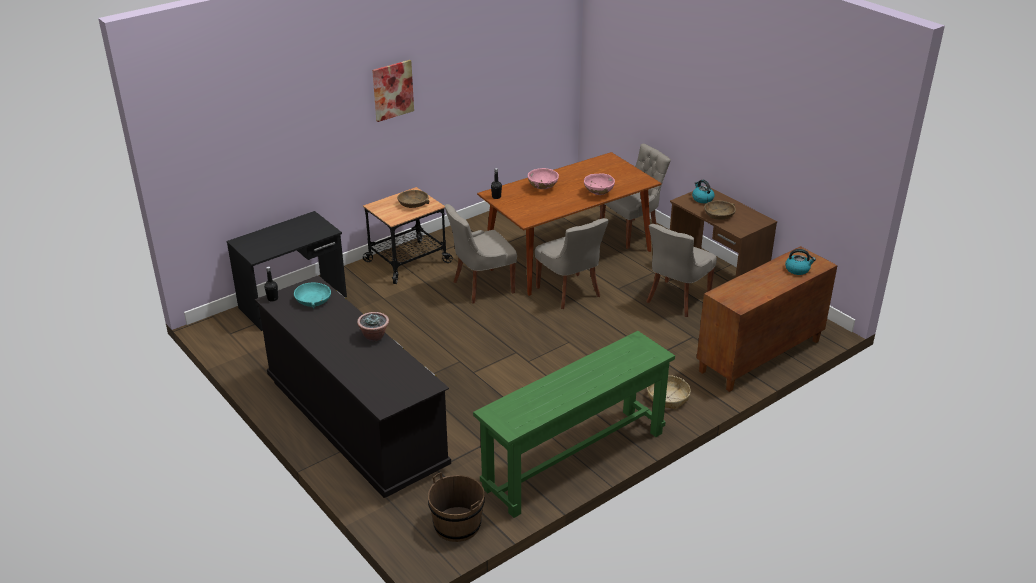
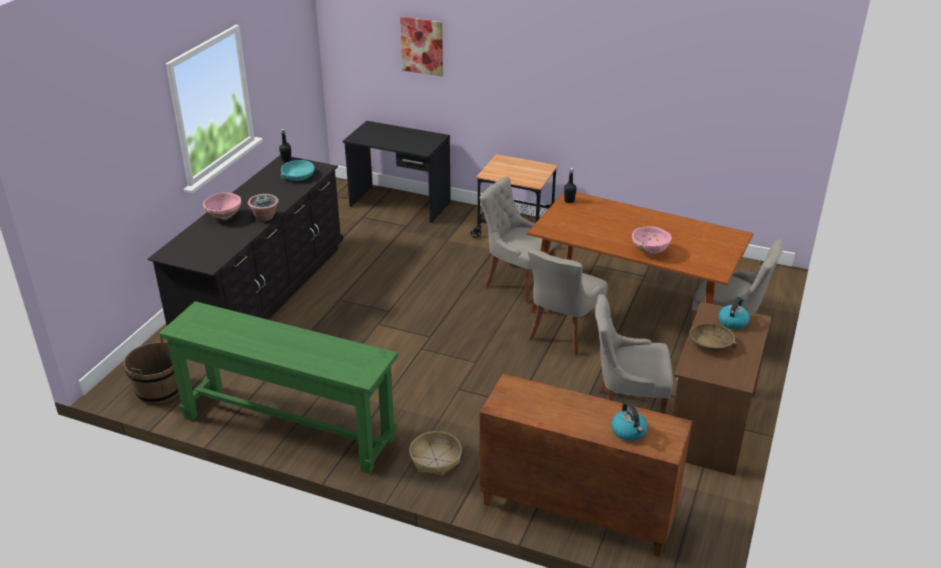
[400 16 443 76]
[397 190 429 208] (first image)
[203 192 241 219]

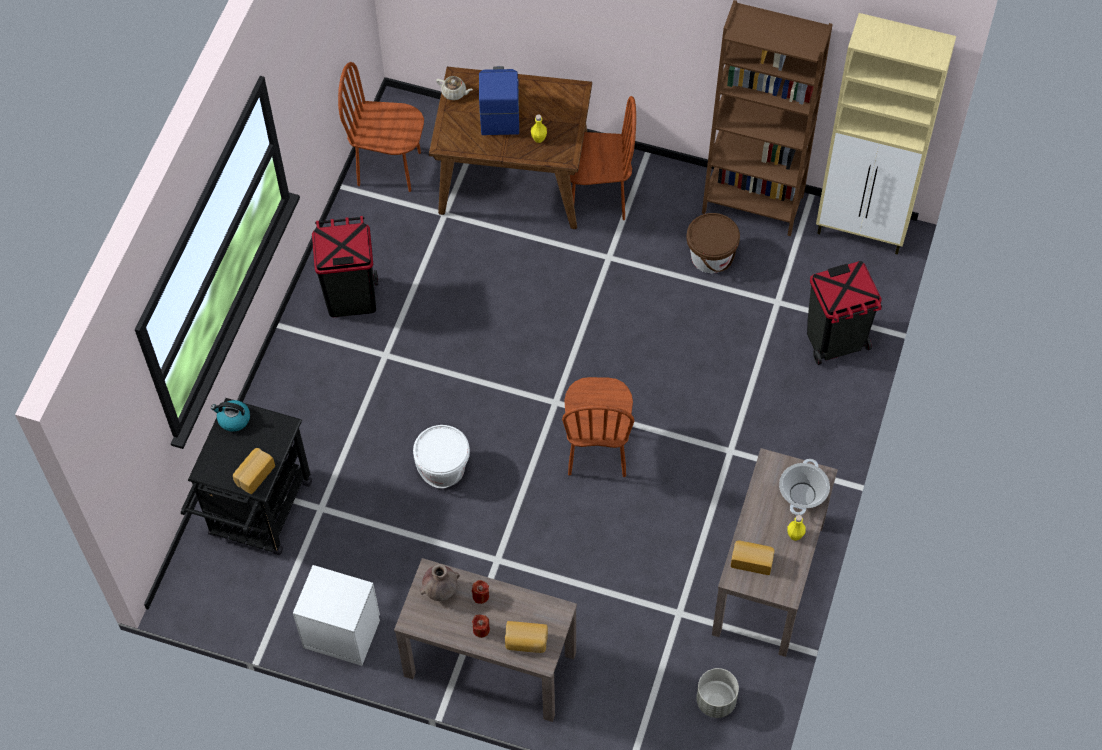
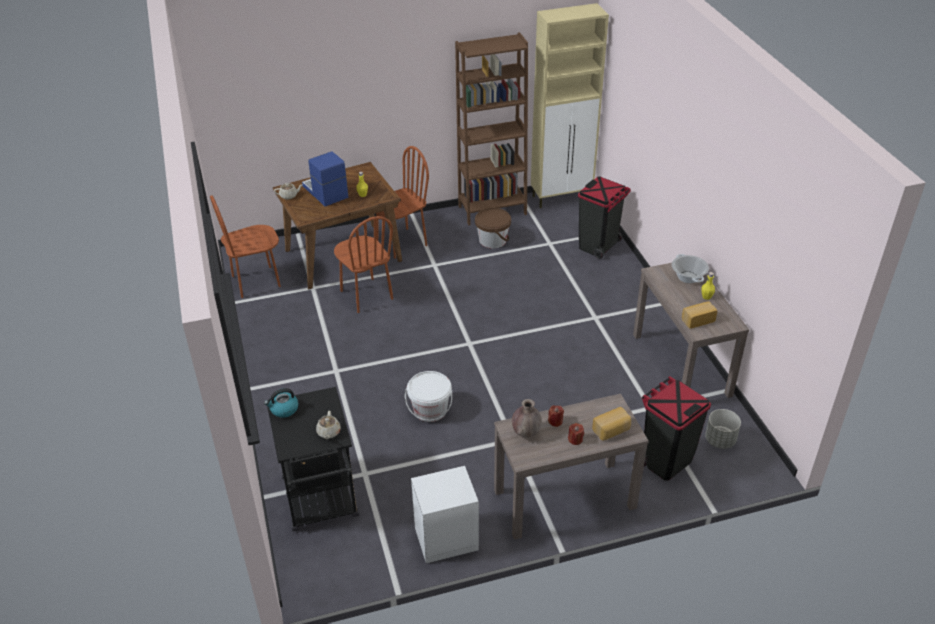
[316 411 341 439]
[642 376 711 481]
[334 216 393 313]

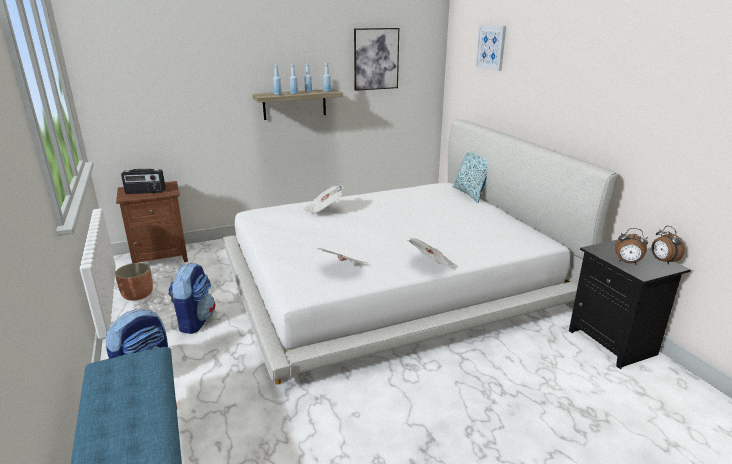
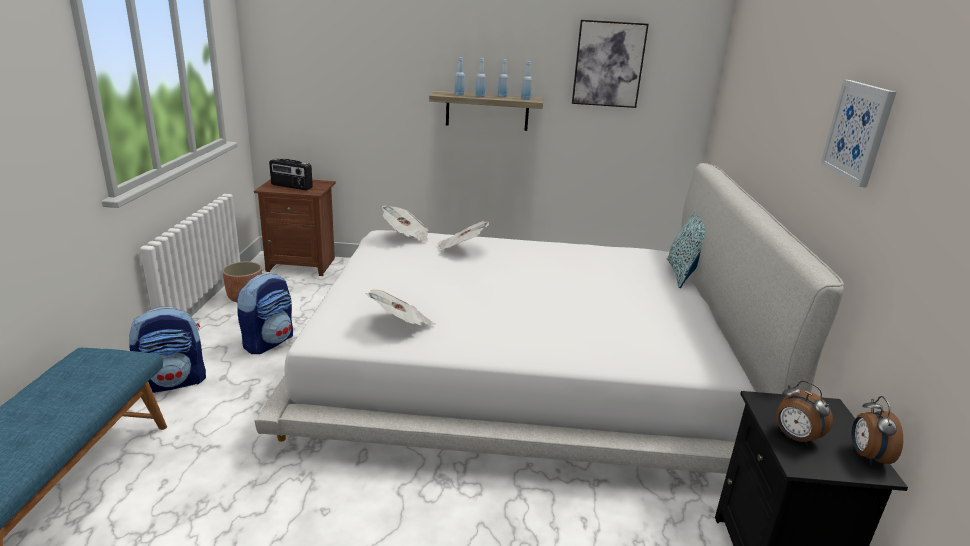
[382 205 428 242]
[820 80 896 187]

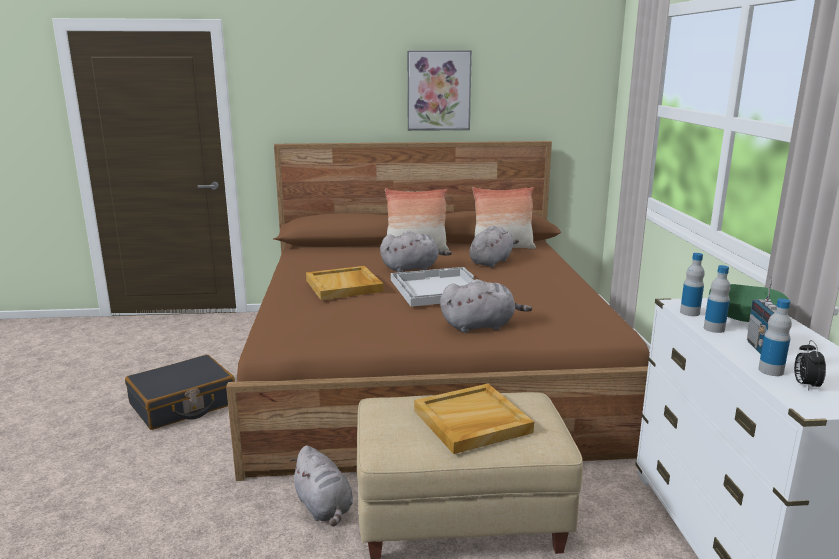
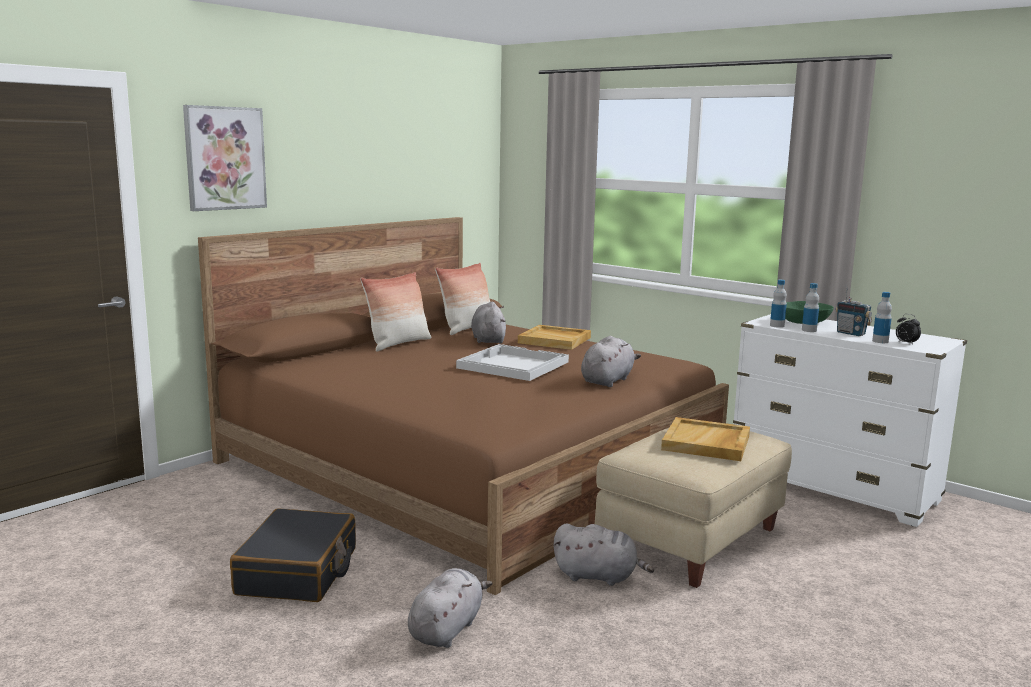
[518 325 591 350]
[408 568 493 648]
[183 105 267 211]

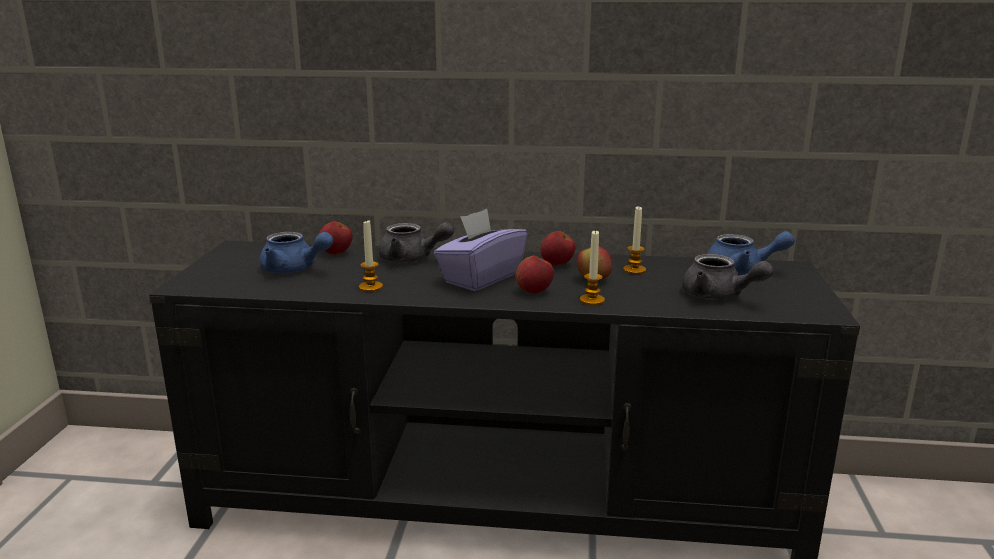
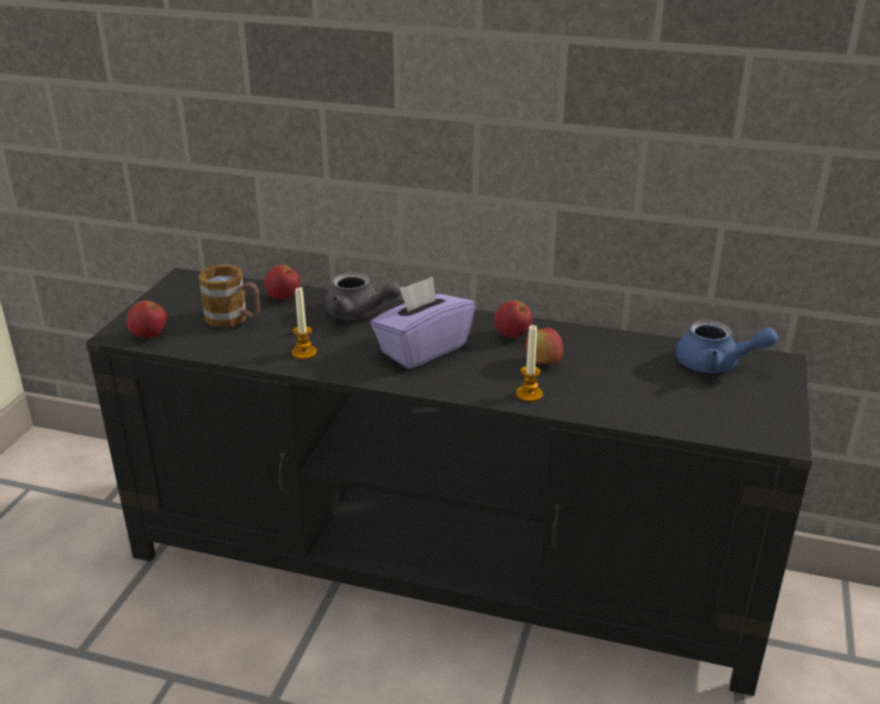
[198 265 260 327]
[126 301 167 339]
[623 206 646 274] (first image)
[682 254 773 300] (first image)

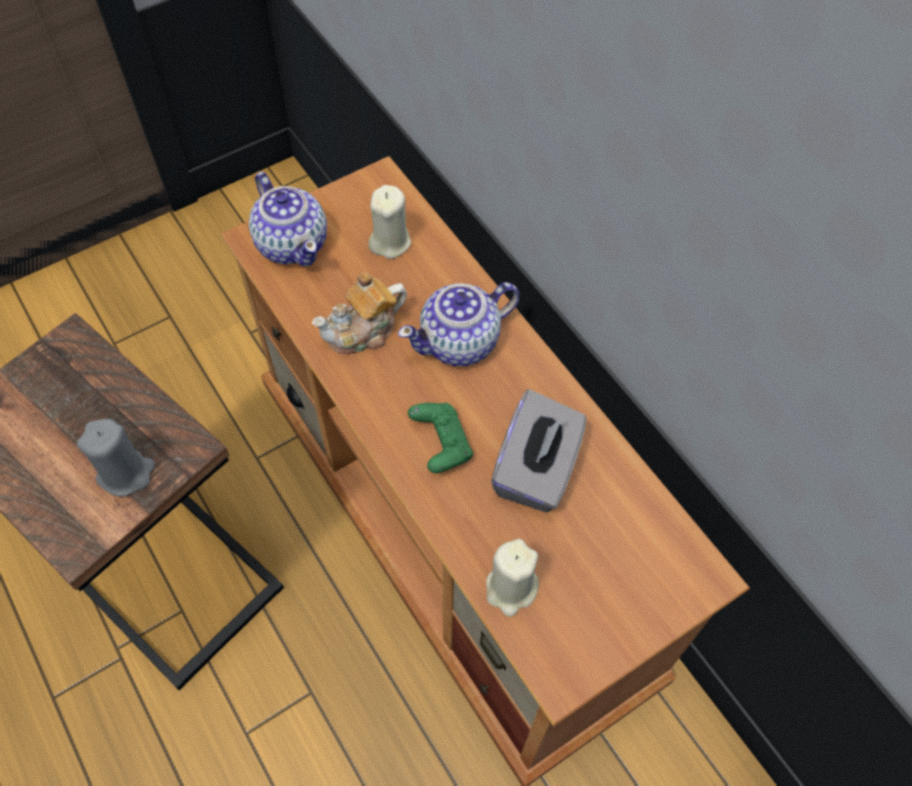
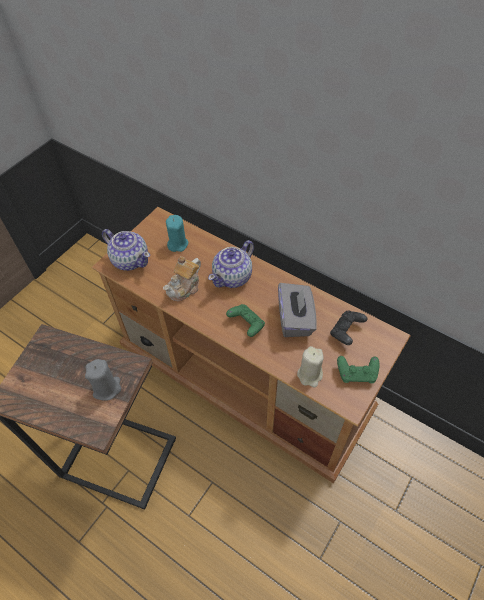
[166 215 188 252]
[330 310 367 345]
[337 356 379 383]

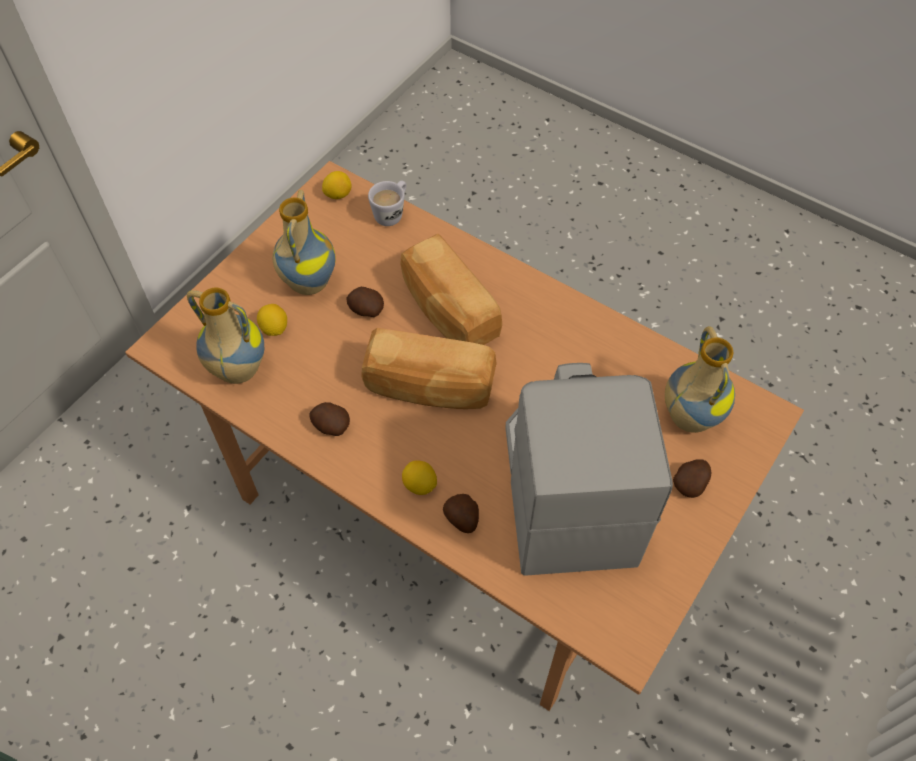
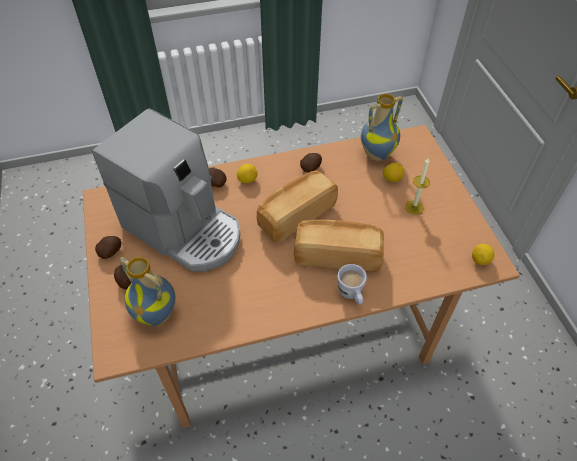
[405 157 430 215]
[95 236 121 259]
[337 264 367 304]

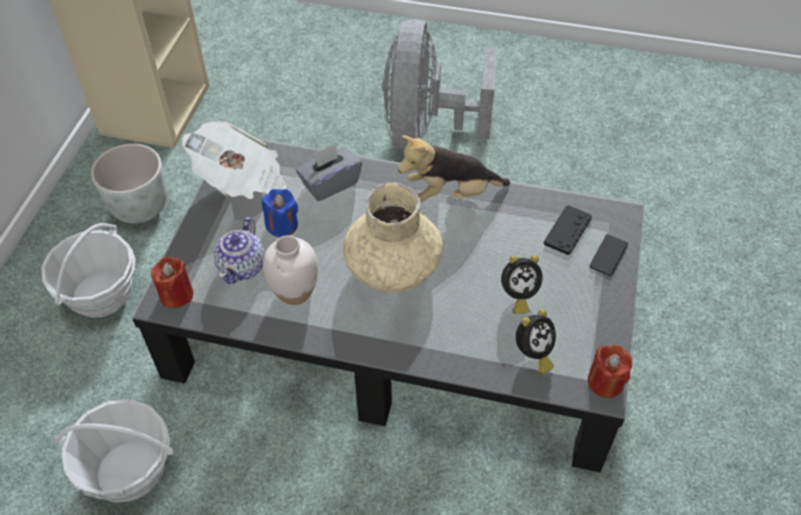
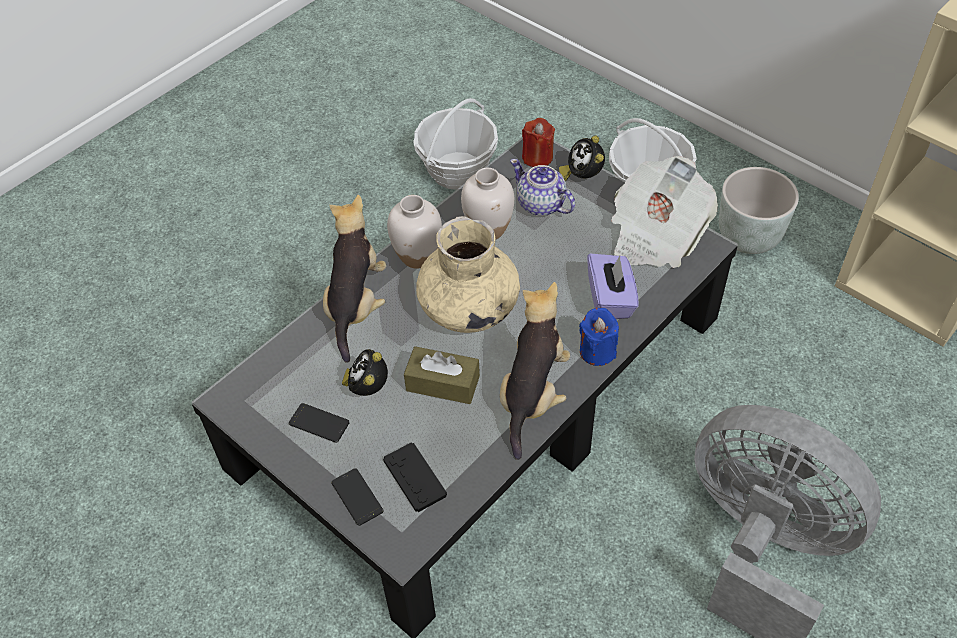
[579 308 619 366]
[587 254 639 319]
[559 135 605 181]
[588 345 632 398] (first image)
[289 403 350 443]
[323 195 386 363]
[387 195 442 269]
[404 346 480 404]

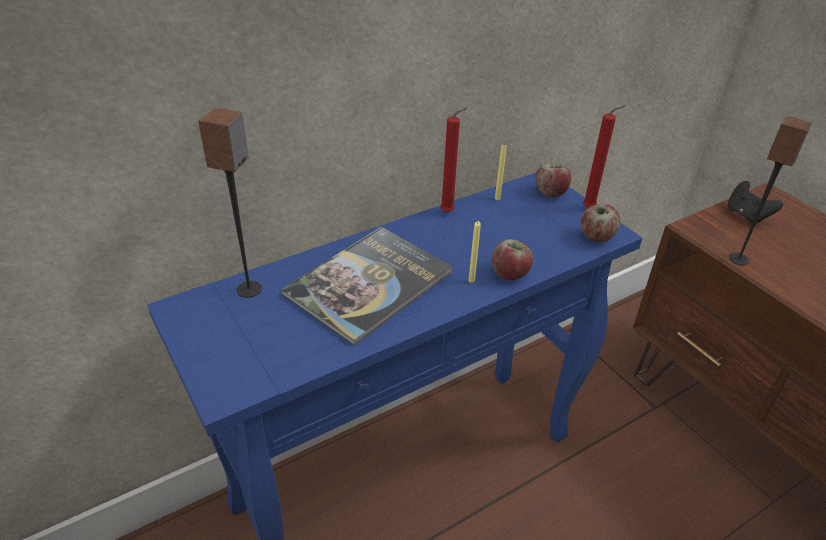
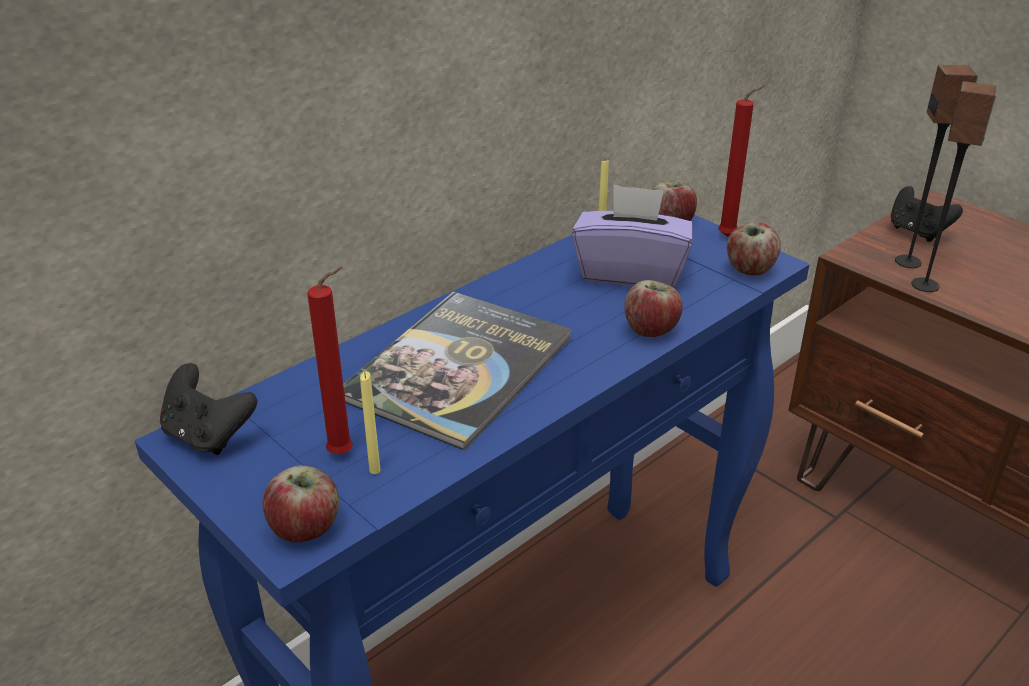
[895 65 978 268]
[307 267 353 454]
[360 372 380 474]
[160 363 257 455]
[262 465 339 543]
[572 185 693 288]

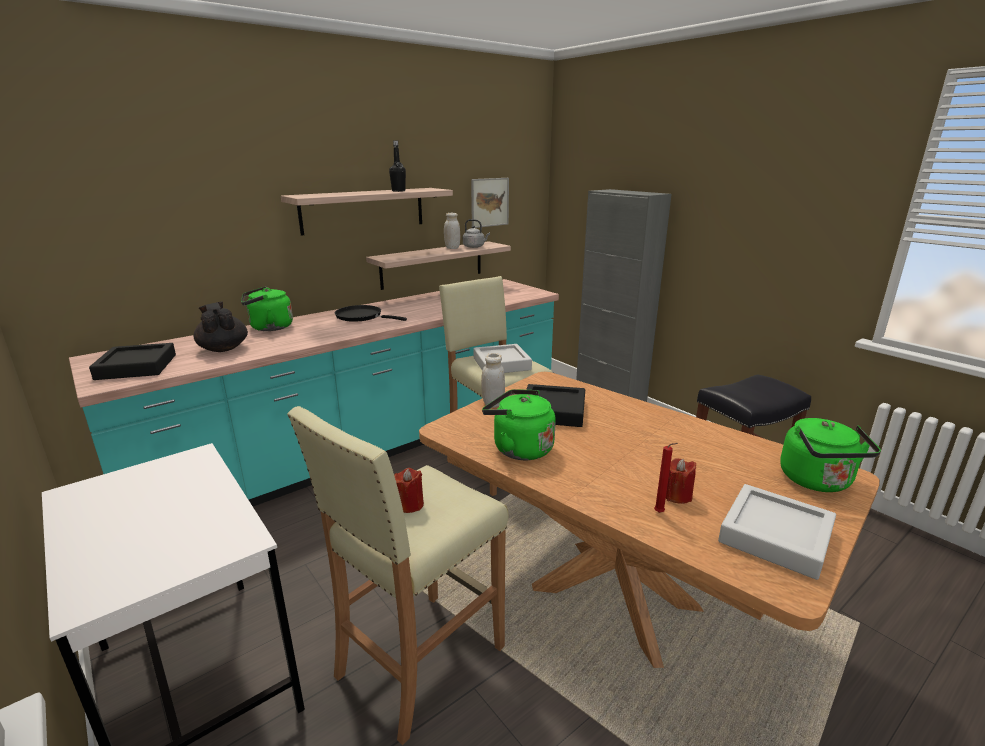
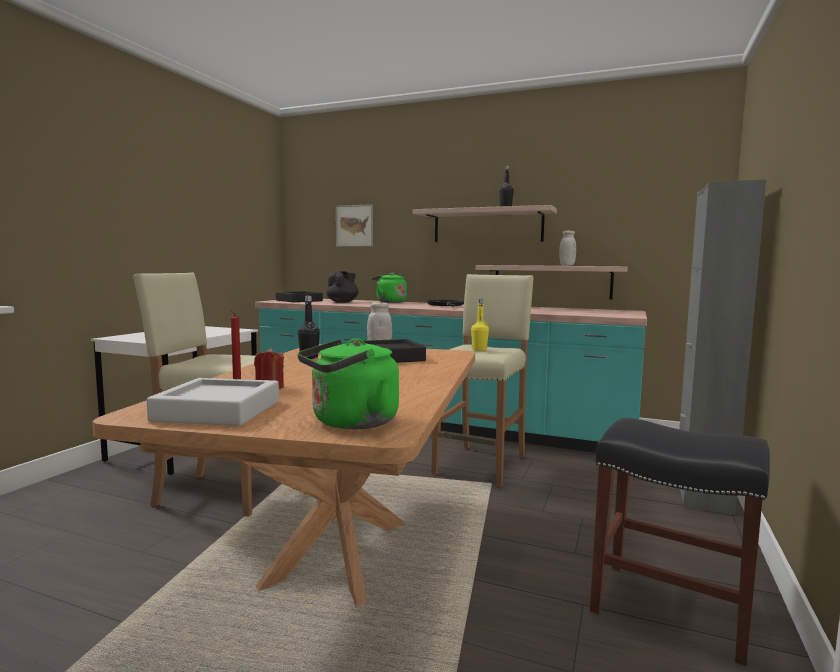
[394 468 424 513] (first image)
[463 219 490 248] (first image)
[336 204 373 247]
[471 299 489 351]
[298 295 320 359]

